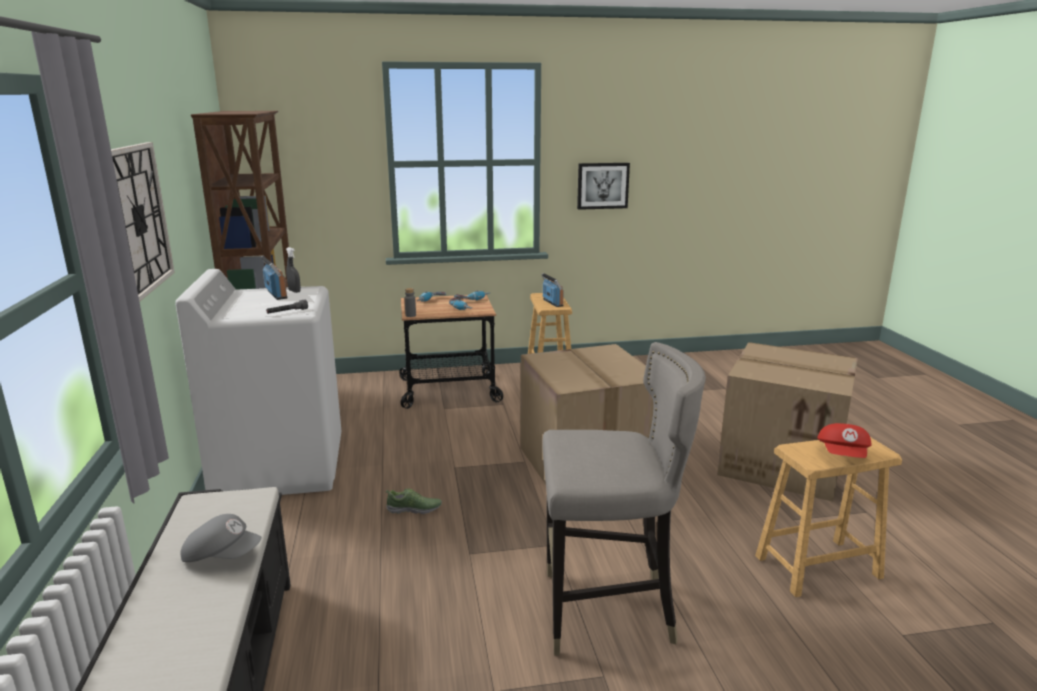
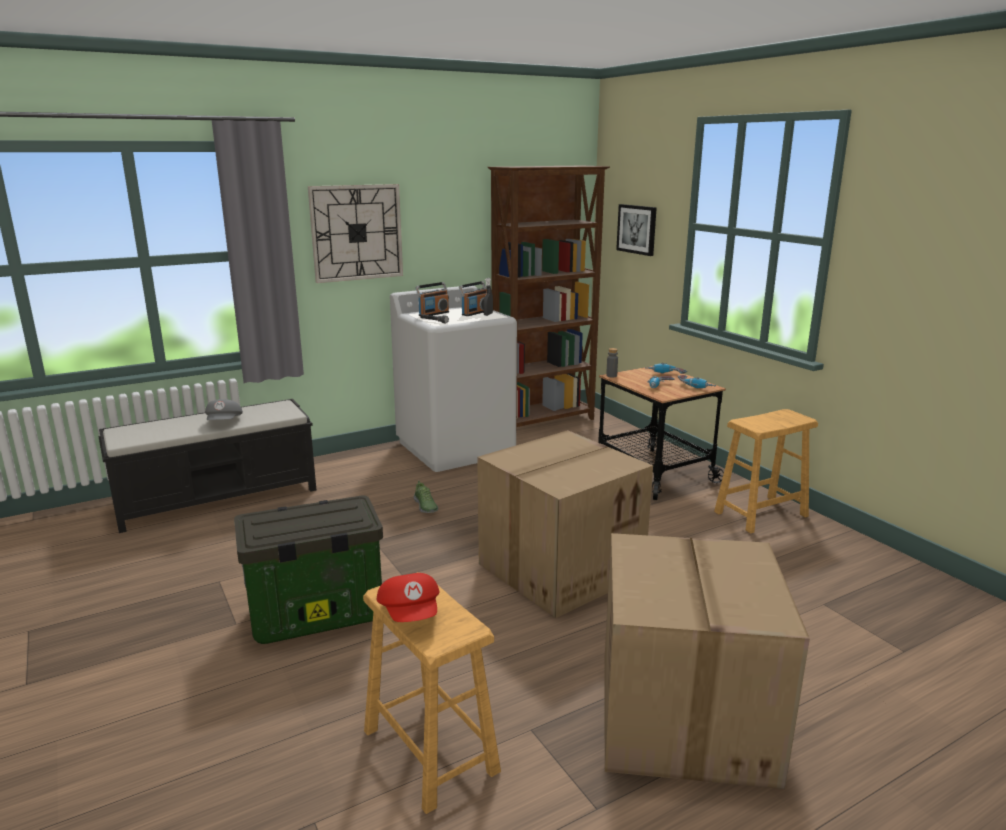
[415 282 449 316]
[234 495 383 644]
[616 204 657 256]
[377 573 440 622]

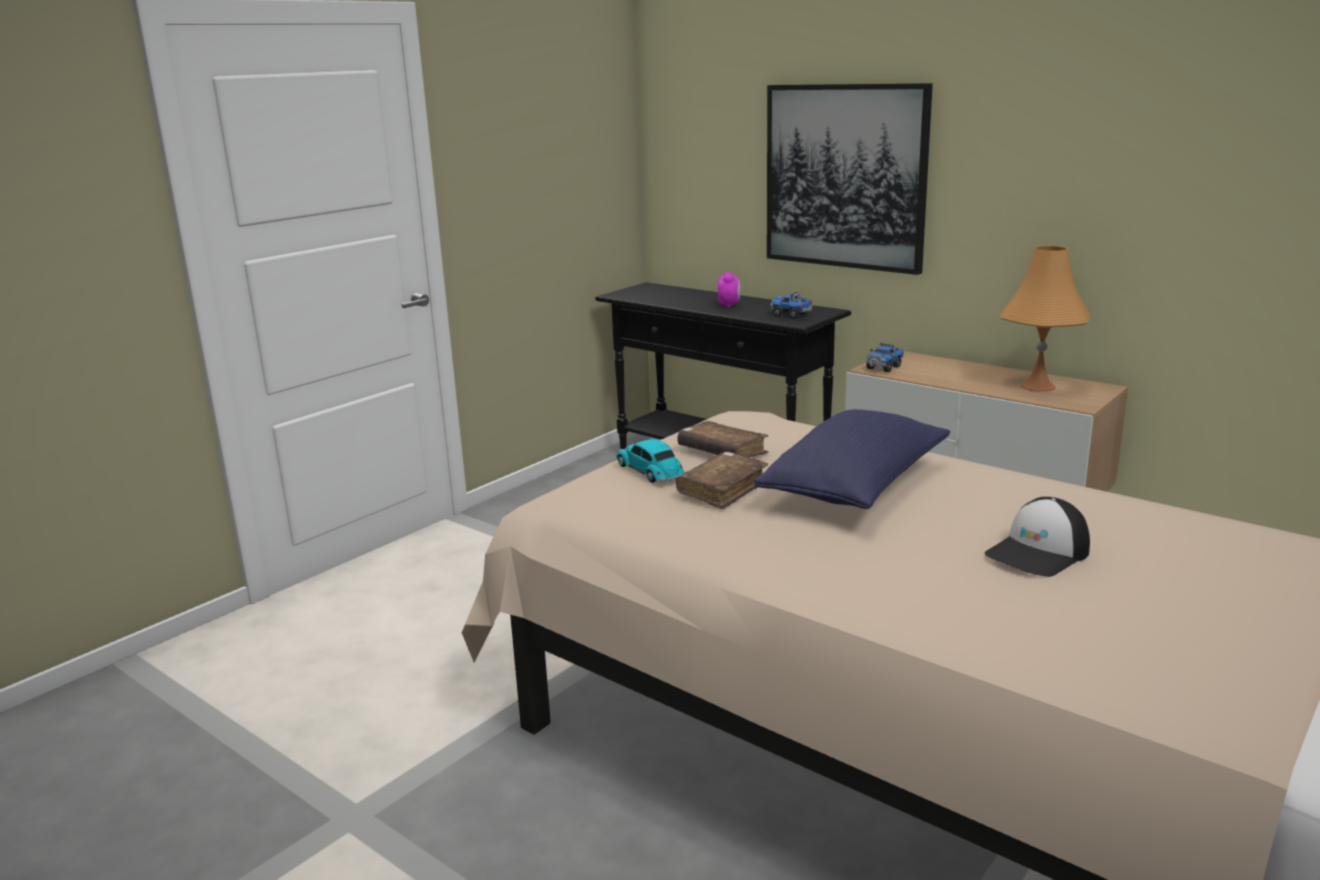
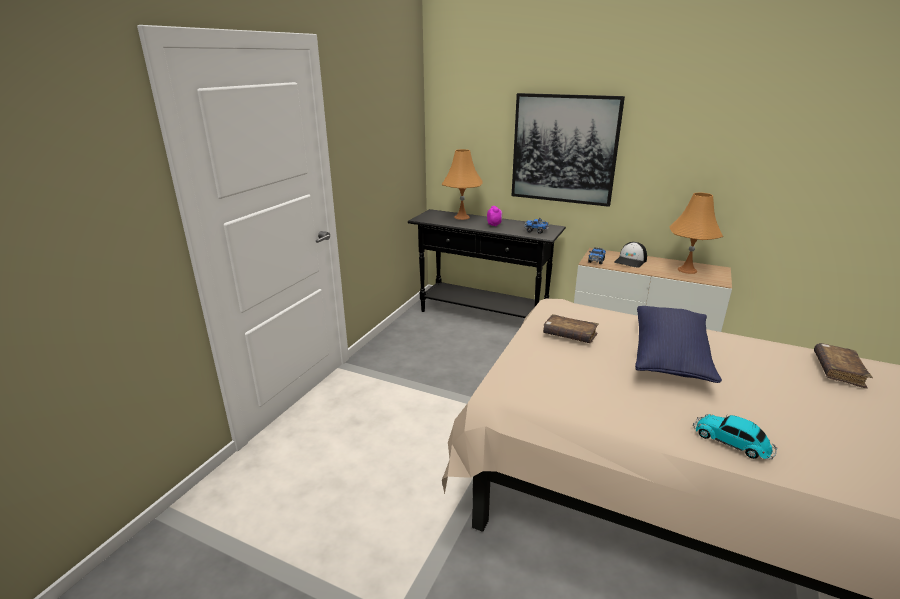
[693 414 777 460]
[814 343 873 389]
[614 242 647 268]
[442 149 483 220]

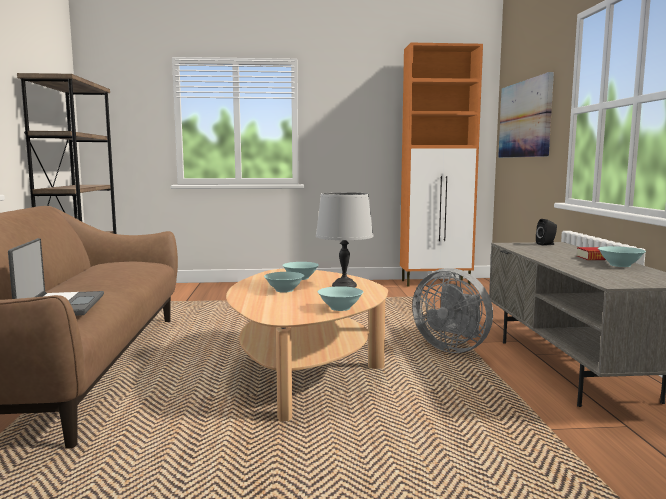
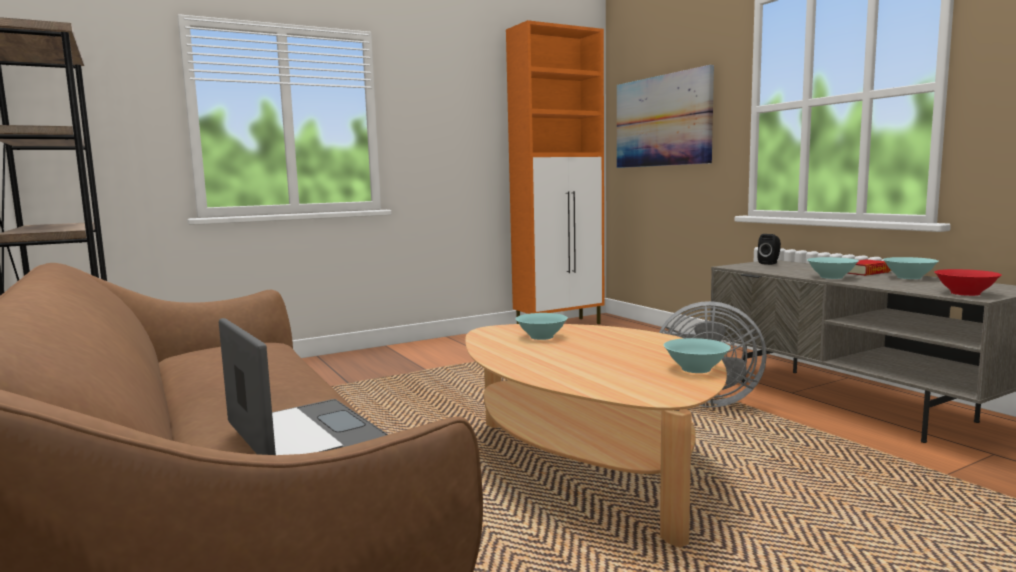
[807 257 859 279]
[316 192 374 288] (first image)
[934 269 1002 296]

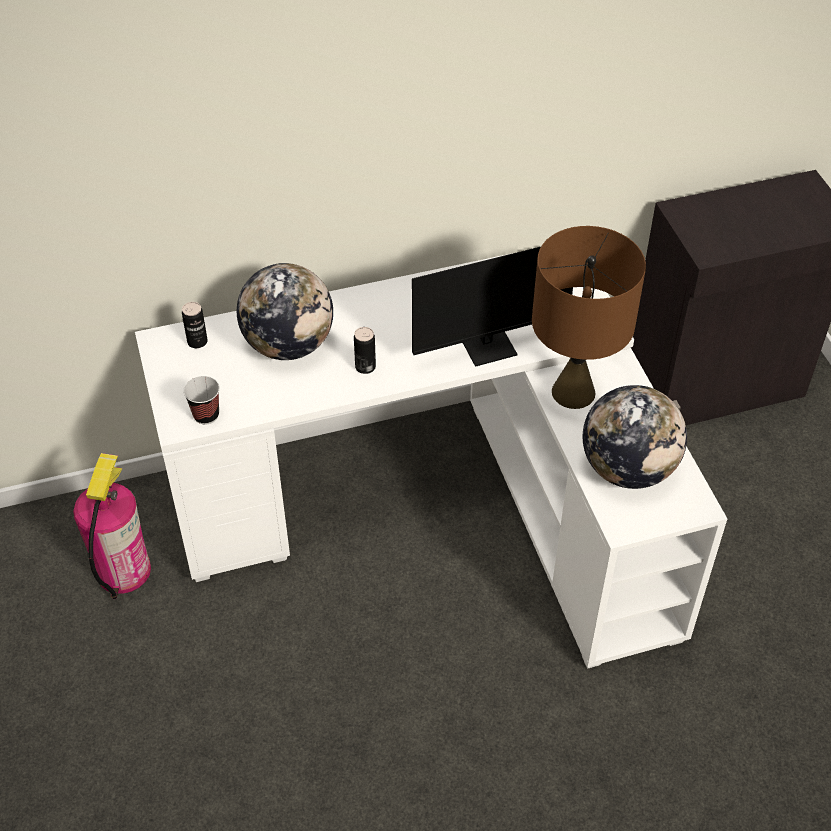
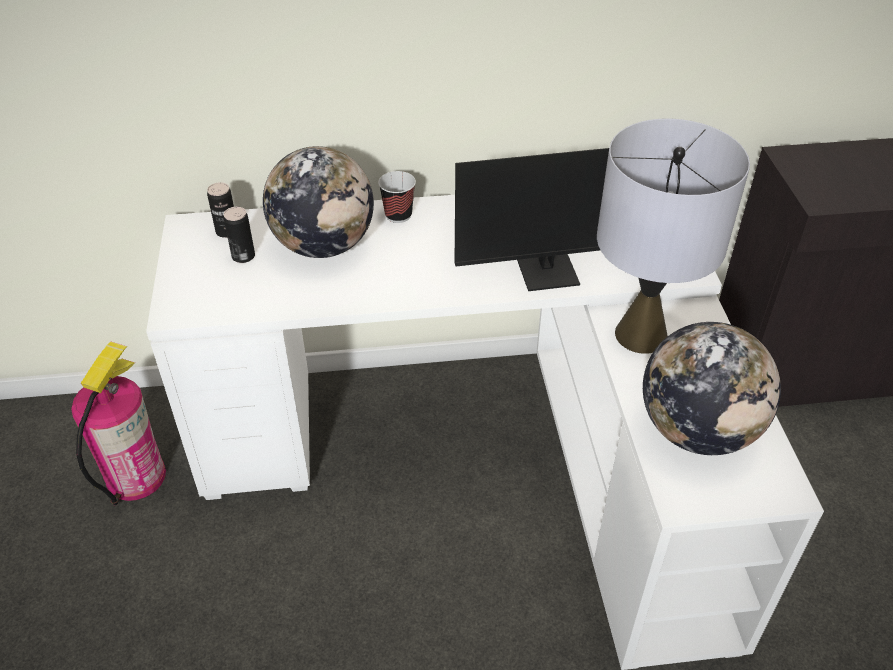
[378 171 416 223]
[224 207 255 263]
[597 119 750 354]

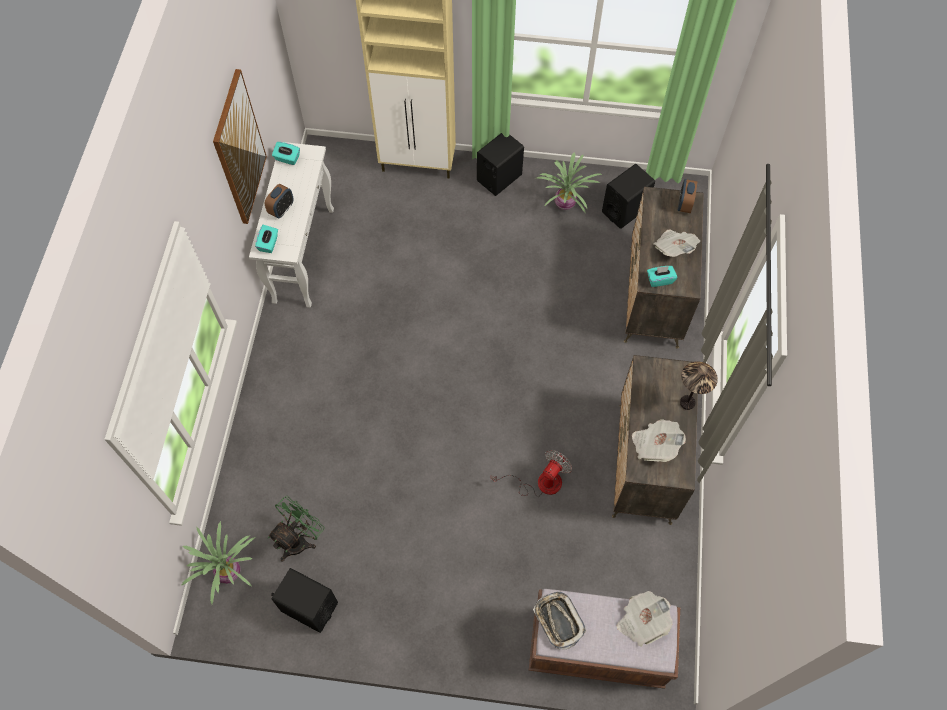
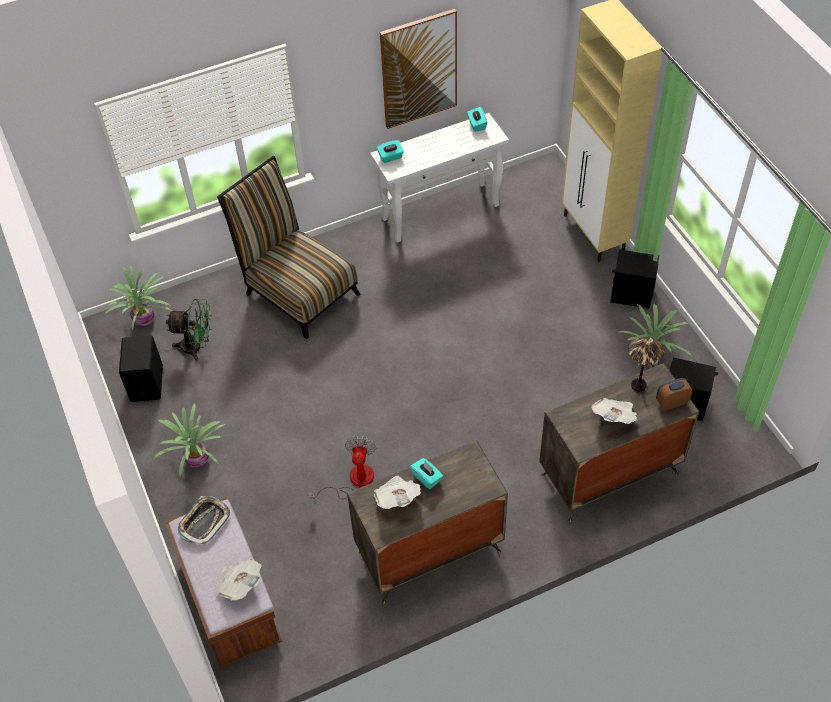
[265 184 294 218] (first image)
[307 436 376 499]
[410 458 443 489]
[628 337 664 392]
[153 404 226 476]
[217 155 360 340]

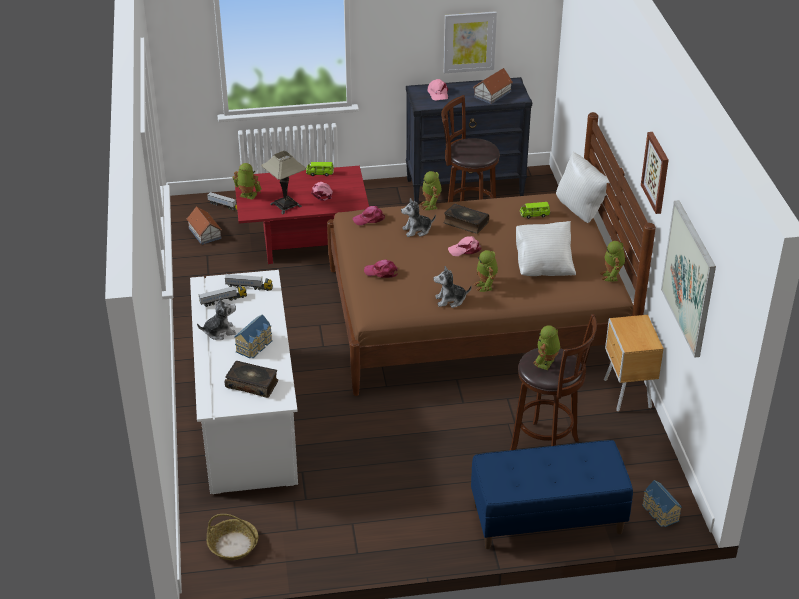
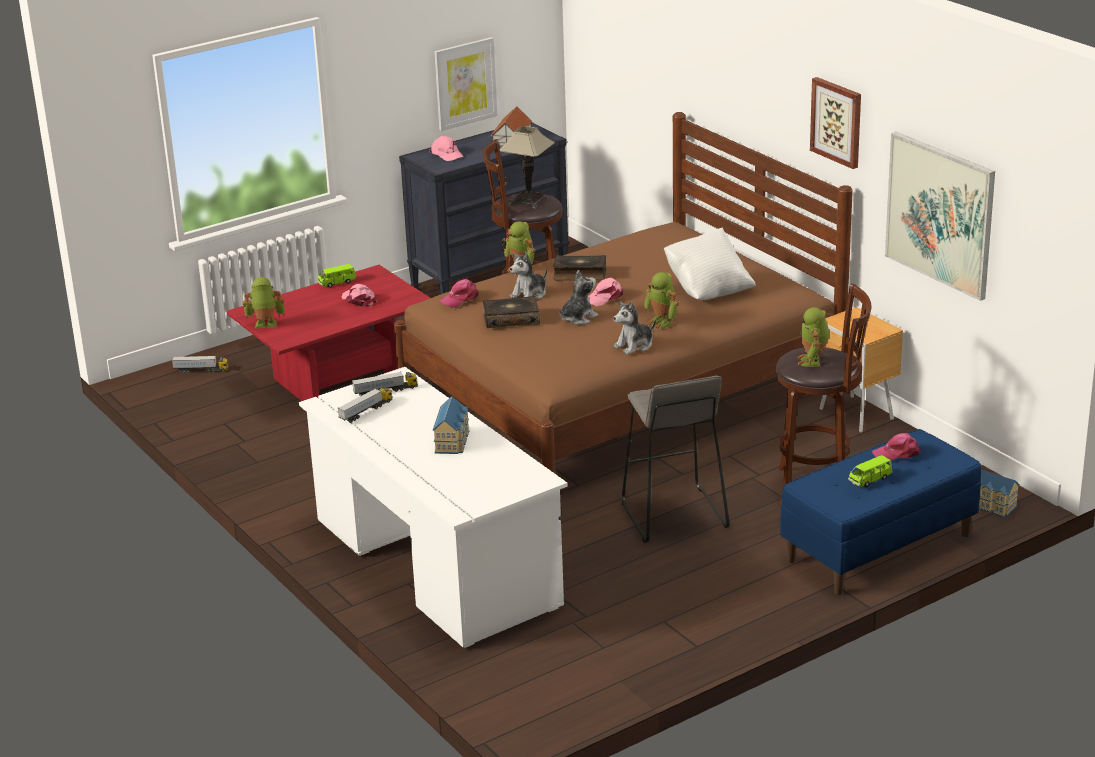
[187 207 222 245] (first image)
[559 270 598 325]
[207 514 258 560] (first image)
[483 296 540 328]
[499 126 555 209]
[872 433 921 461]
[848 455 893 487]
[556 151 611 223] (first image)
[600 241 625 282] (first image)
[622 376 730 543]

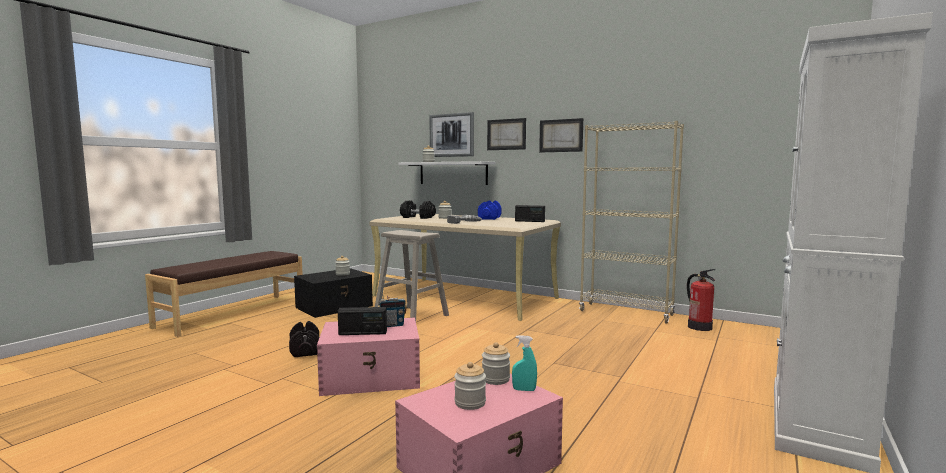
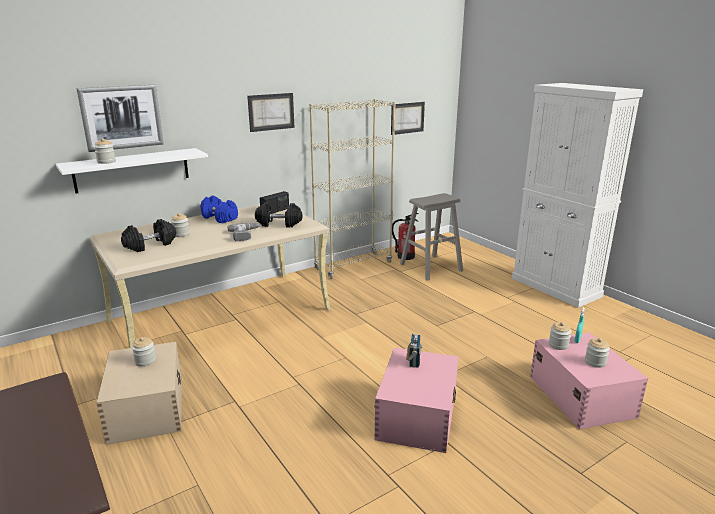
[255 202 302 228]
[96 342 182 445]
[338 307 387 335] (first image)
[400 193 463 281]
[391 102 425 135]

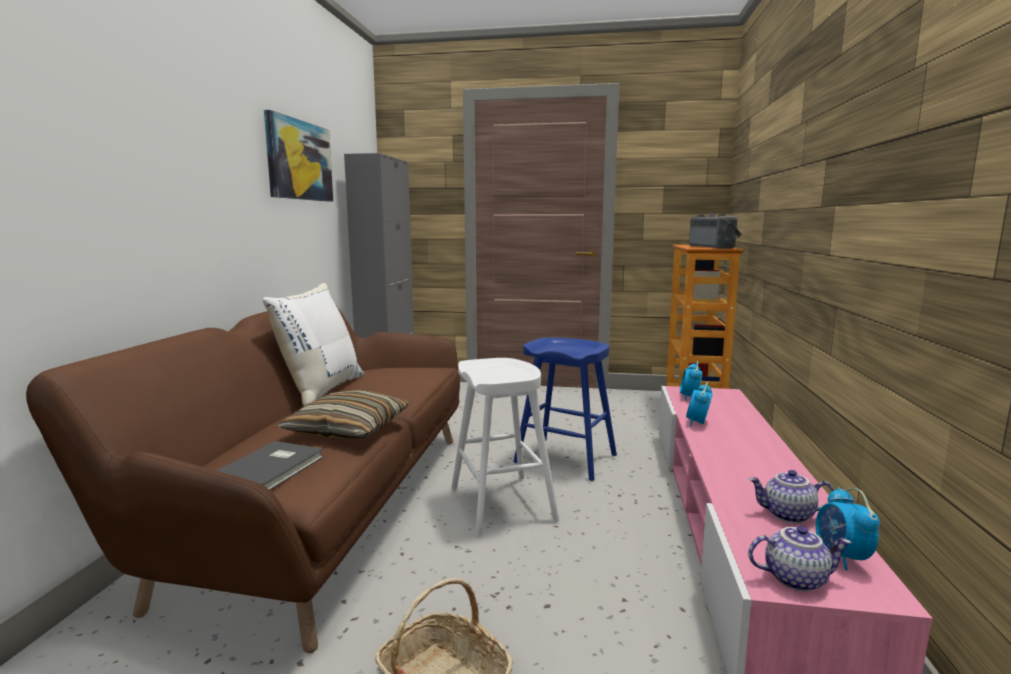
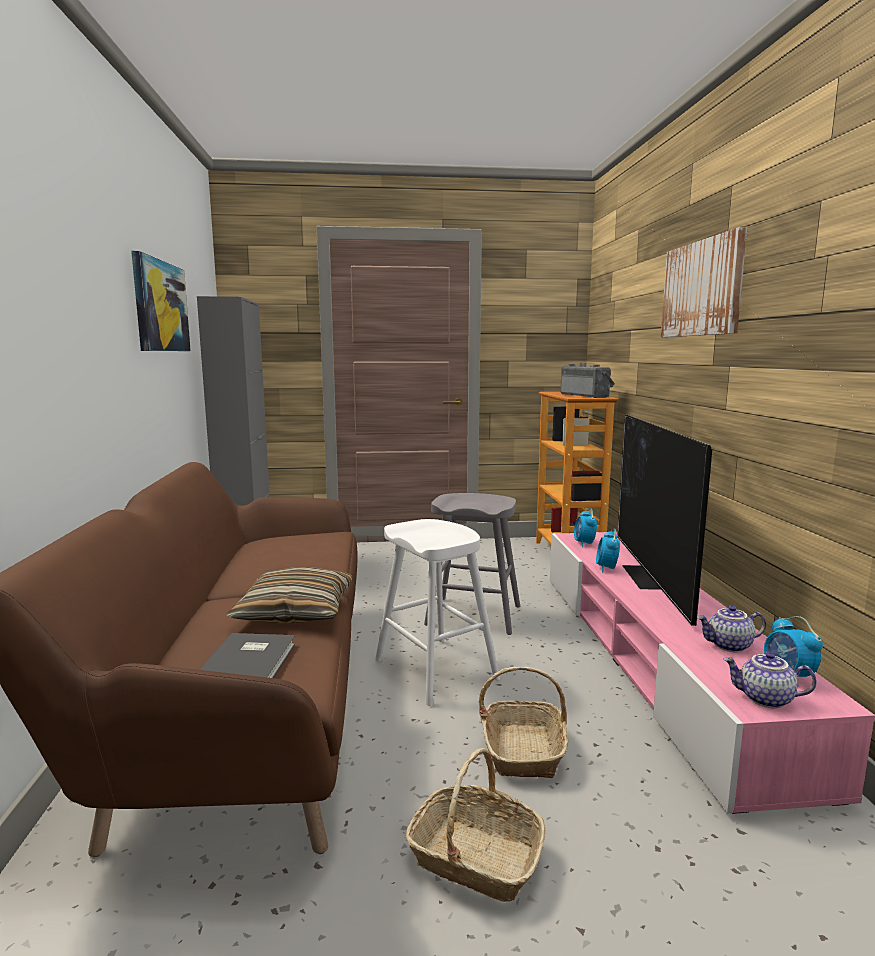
[263 283 364 406] (first image)
[424 493 520 635]
[723 652 817 708]
[479 667 568 778]
[617 414 712 626]
[661 227 748 337]

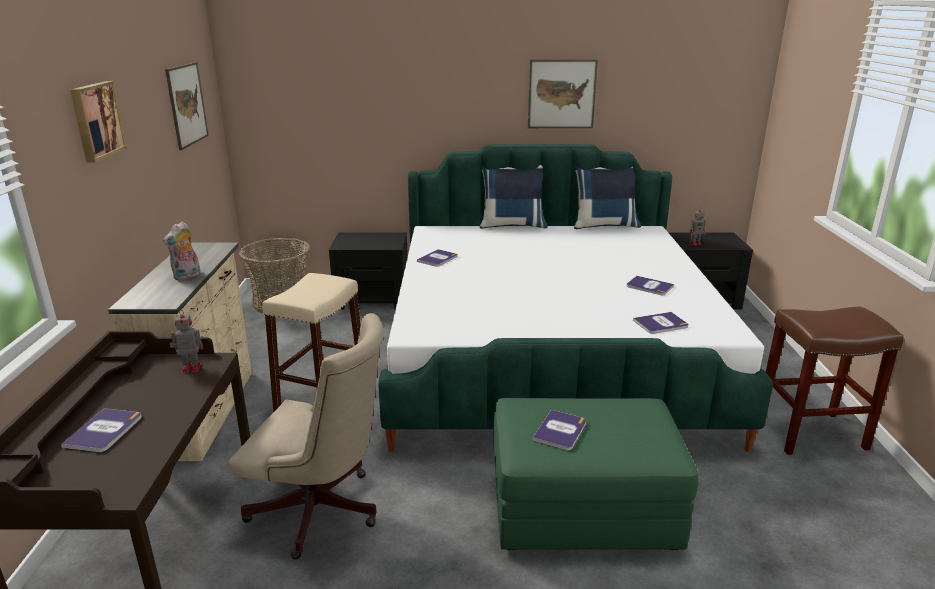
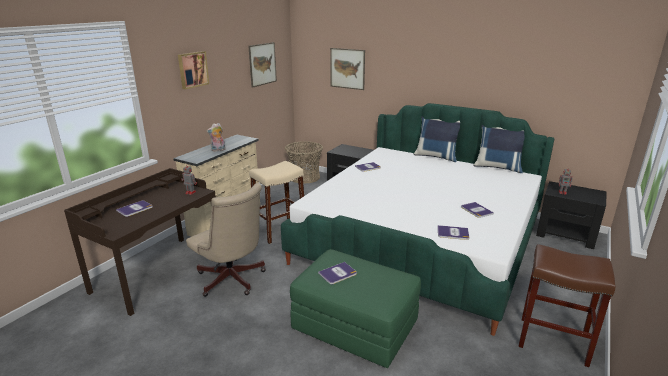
[330 48 365 90]

